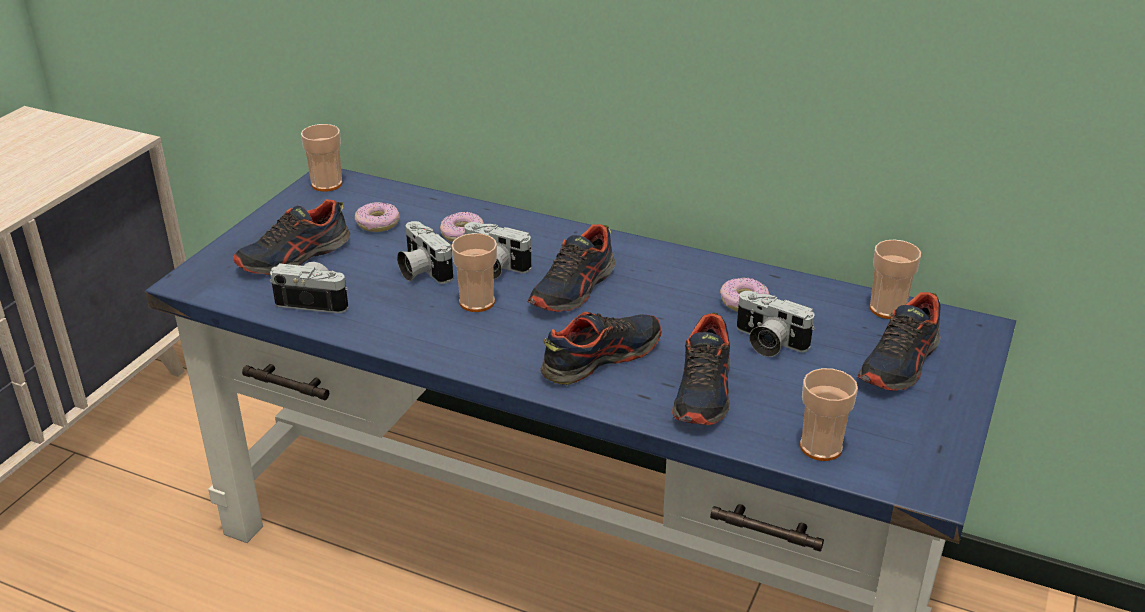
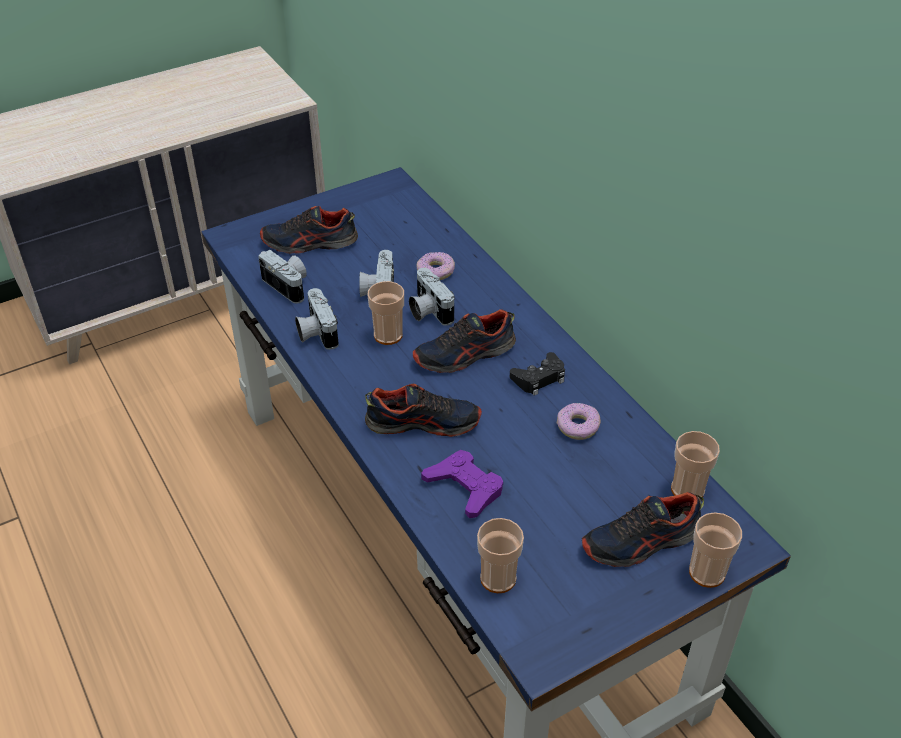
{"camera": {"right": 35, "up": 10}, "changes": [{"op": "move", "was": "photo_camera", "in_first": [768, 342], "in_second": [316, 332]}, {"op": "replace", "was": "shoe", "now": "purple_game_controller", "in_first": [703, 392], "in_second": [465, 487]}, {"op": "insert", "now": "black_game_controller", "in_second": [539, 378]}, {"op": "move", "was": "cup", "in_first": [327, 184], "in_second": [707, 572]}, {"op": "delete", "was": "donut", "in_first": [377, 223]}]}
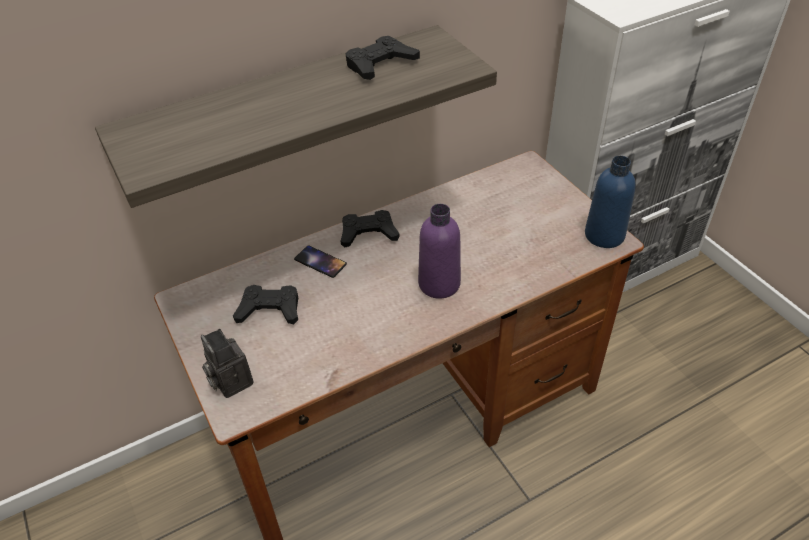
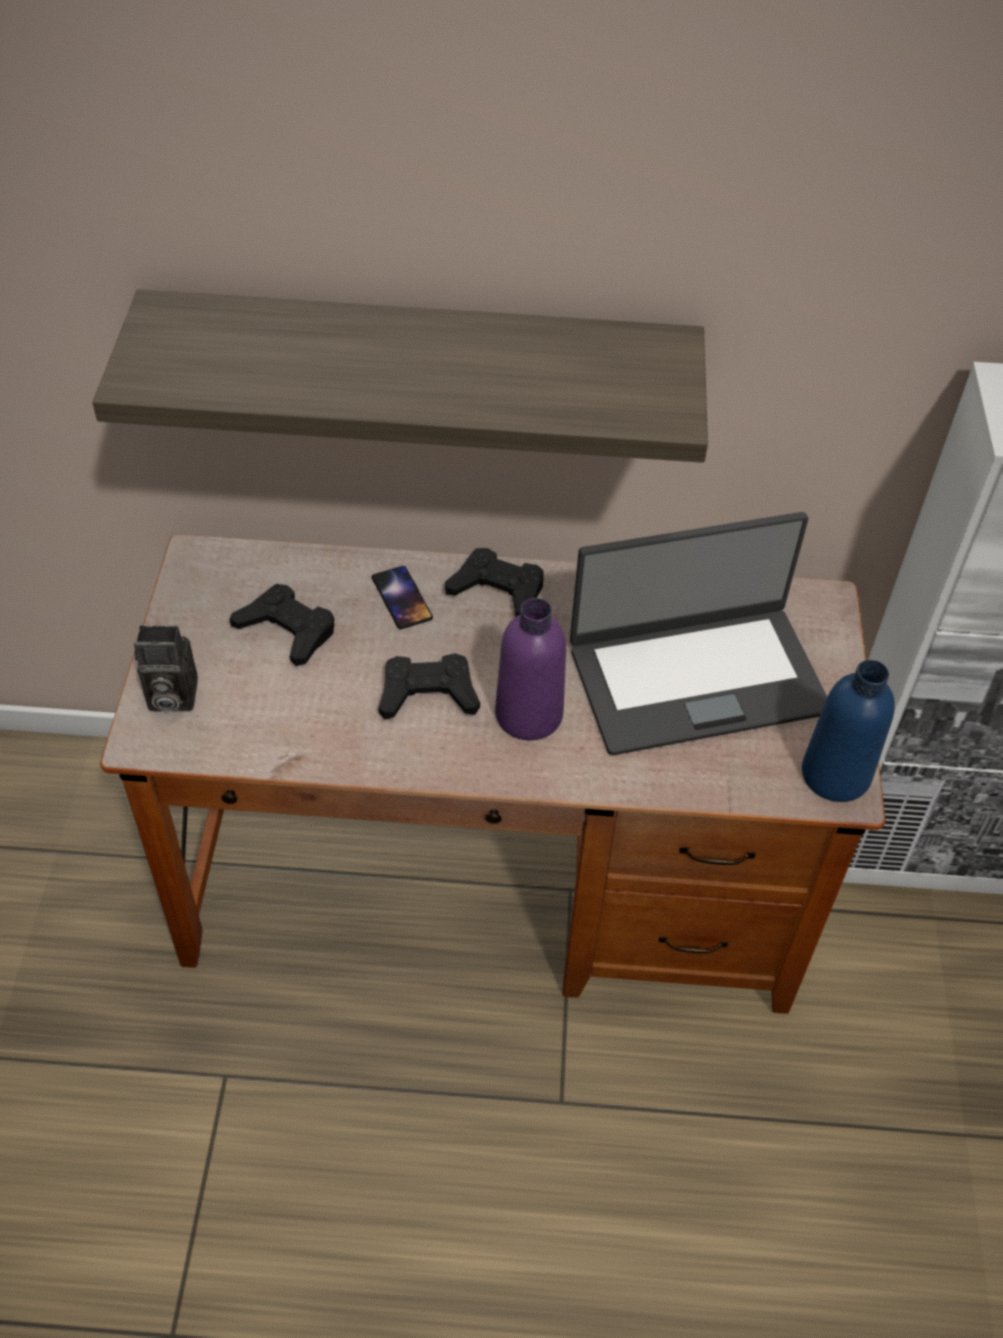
{"camera": {"right": 30, "up": 5}, "changes": [{"op": "rotate", "was": "photo_camera", "in_first": [230, 381], "in_second": [169, 697], "clockwise": -90}, {"op": "move", "was": "black_game_controller", "in_first": [380, 64], "in_second": [428, 693]}, {"op": "insert", "now": "laptop", "in_second": [696, 677]}]}
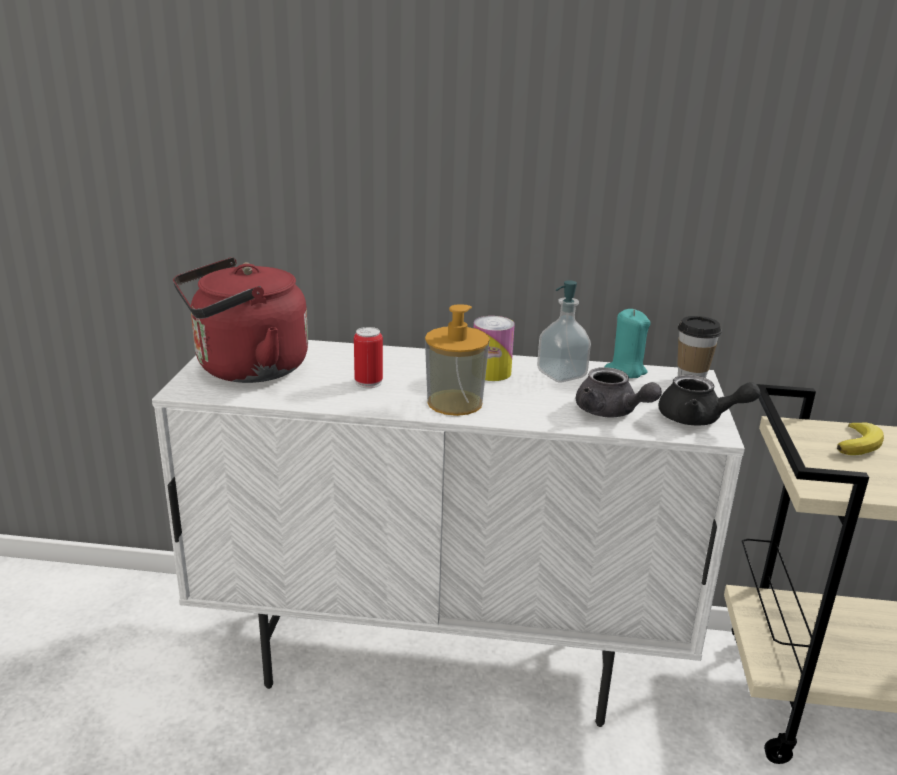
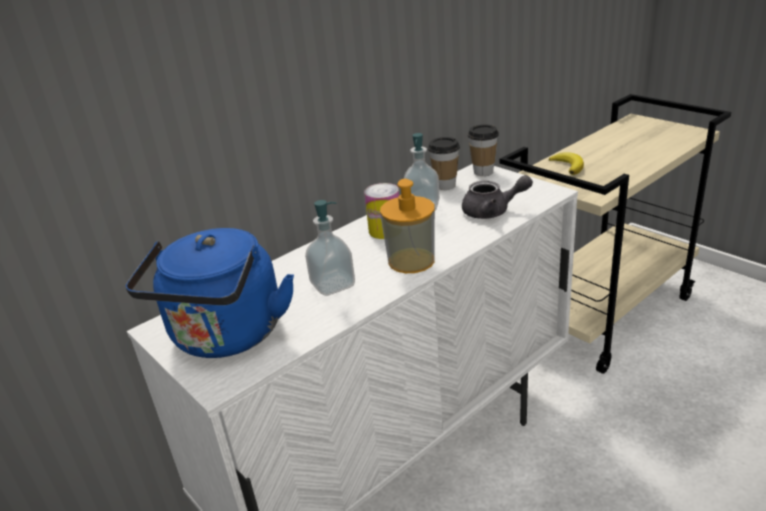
{"camera": {"right": -45, "up": 5}, "changes": [{"op": "recolor", "was": "red_kettle", "now": "blue_kettle", "in_first": [245, 369], "in_second": [226, 337]}, {"op": "replace", "was": "can", "now": "soap_dispenser", "in_first": [368, 382], "in_second": [333, 285]}, {"op": "replace", "was": "turquoise_candle", "now": "cup", "in_first": [625, 371], "in_second": [445, 186]}, {"op": "delete", "was": "black_teapot", "in_first": [698, 419]}]}
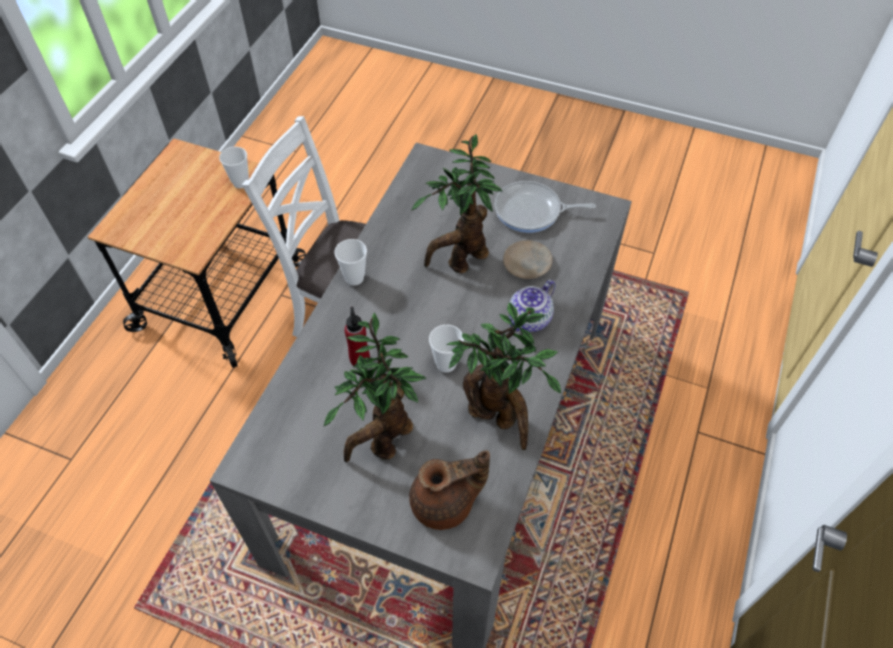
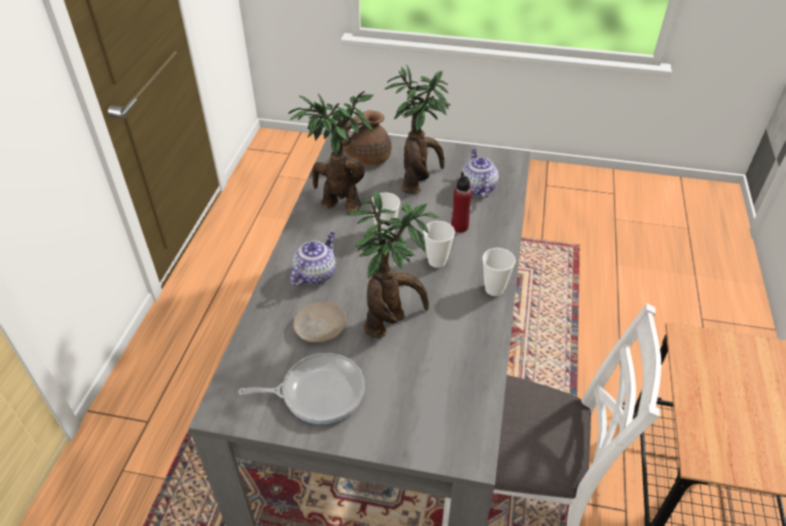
{"camera": {"right": 170, "up": -10}, "changes": [{"op": "move", "was": "cup", "in_first": [240, 182], "in_second": [437, 261]}, {"op": "insert", "now": "teapot", "in_second": [477, 188]}]}
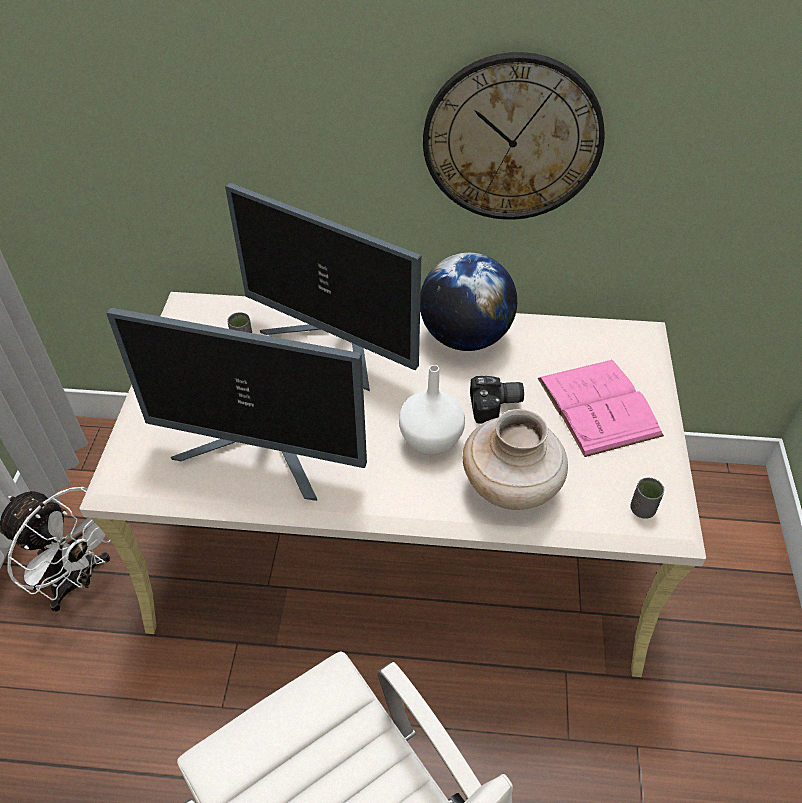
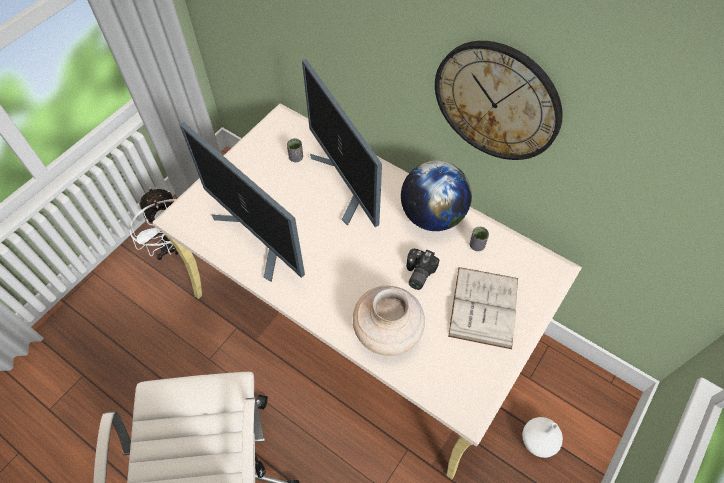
{"camera": {"right": 30, "up": 10}, "changes": [{"op": "rotate", "was": "photo_camera", "in_first": [496, 406], "in_second": [417, 273], "clockwise": 90}, {"op": "recolor", "was": "pink_book", "now": "white_book", "in_first": [598, 406], "in_second": [484, 306]}, {"op": "move", "was": "grey_cup", "in_first": [642, 509], "in_second": [476, 245]}, {"op": "move", "was": "white_vase", "in_first": [430, 440], "in_second": [537, 440]}]}
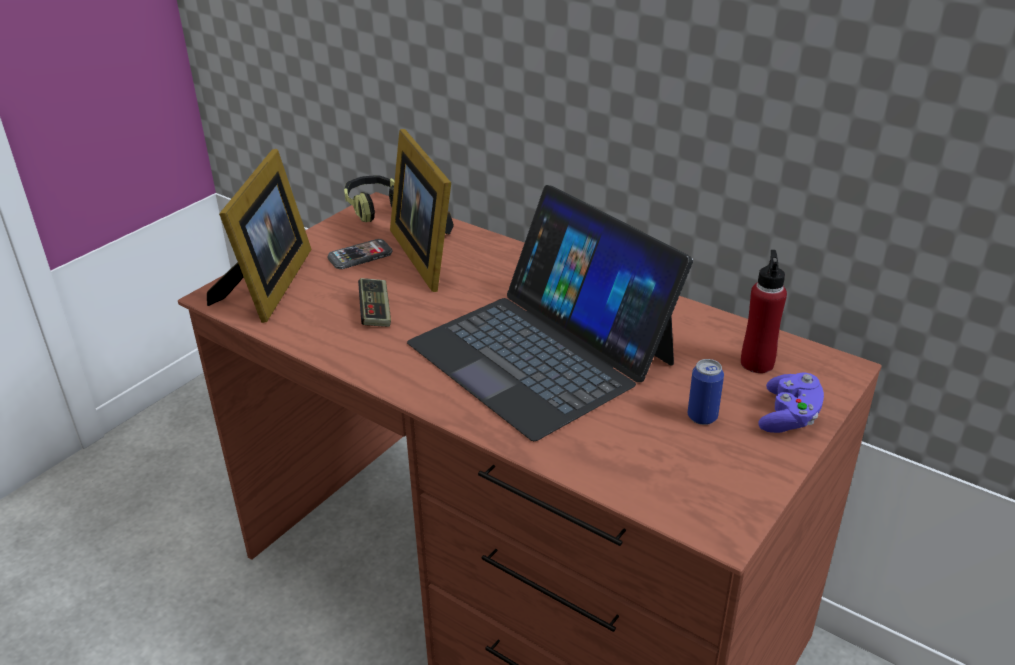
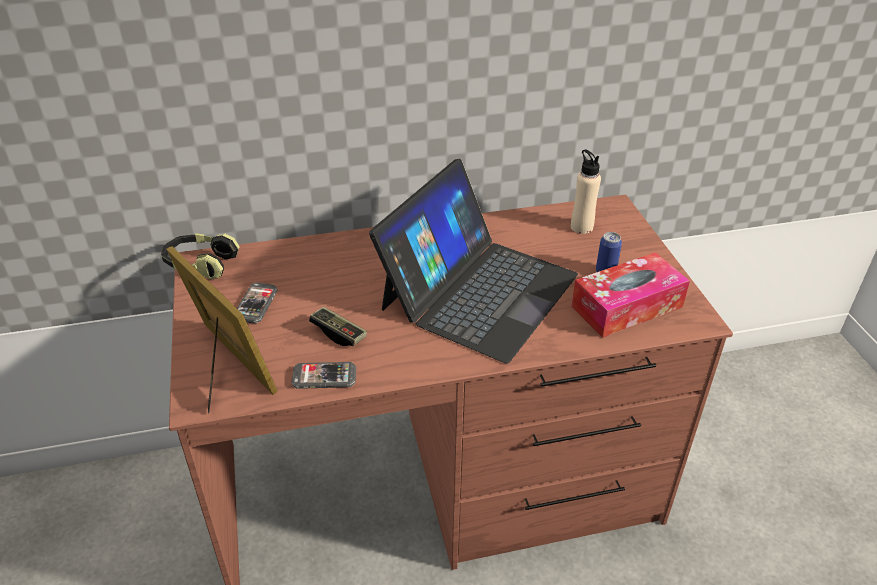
{"camera": {"right": -50, "up": 5}, "changes": [{"op": "insert", "now": "phone", "in_second": [324, 377]}, {"op": "rotate", "was": "laptop", "in_first": [542, 352], "in_second": [478, 291], "clockwise": -60}, {"op": "recolor", "was": "red_bottle", "now": "beige_bottle", "in_first": [757, 363], "in_second": [581, 227]}, {"op": "insert", "now": "tissue_box", "in_second": [627, 306]}, {"op": "delete", "was": "picture_frame", "in_first": [427, 254]}, {"op": "delete", "was": "purple_game_controller", "in_first": [789, 416]}]}
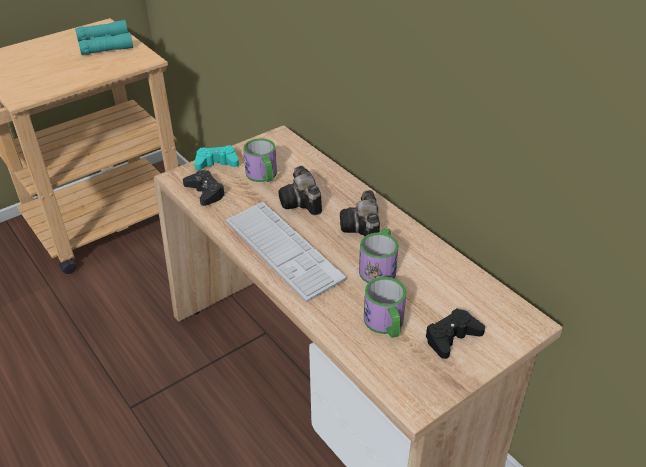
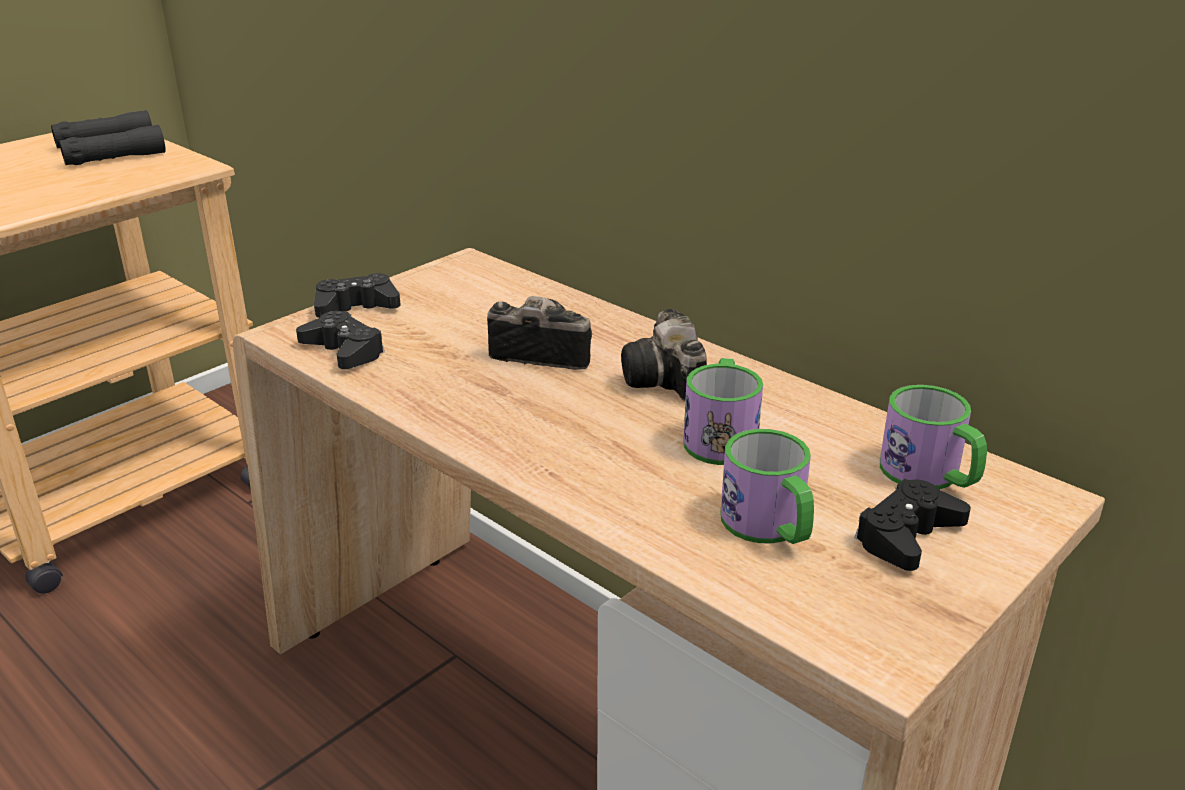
{"camera": {"right": -10, "up": -10}, "changes": [{"op": "recolor", "was": "turquoise_binoculars", "now": "black_binoculars", "in_first": [105, 44], "in_second": [110, 151]}, {"op": "recolor", "was": "turquoise_game_controller", "now": "black_game_controller", "in_first": [217, 163], "in_second": [356, 307]}, {"op": "rotate", "was": "photo_camera", "in_first": [302, 203], "in_second": [538, 353], "clockwise": 135}, {"op": "move", "was": "mug", "in_first": [263, 176], "in_second": [930, 475]}, {"op": "delete", "was": "keyboard", "in_first": [283, 250]}]}
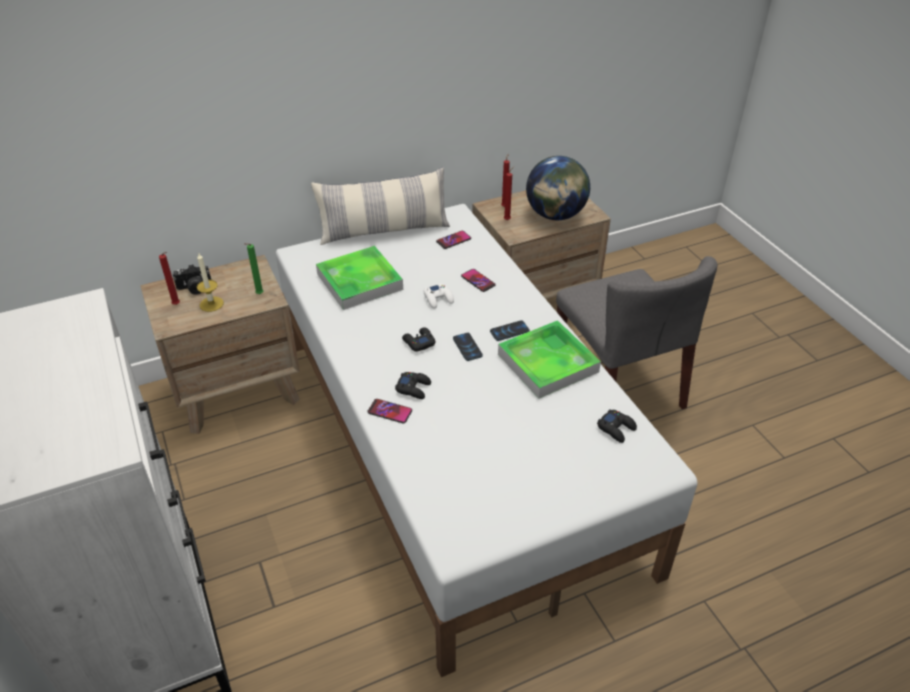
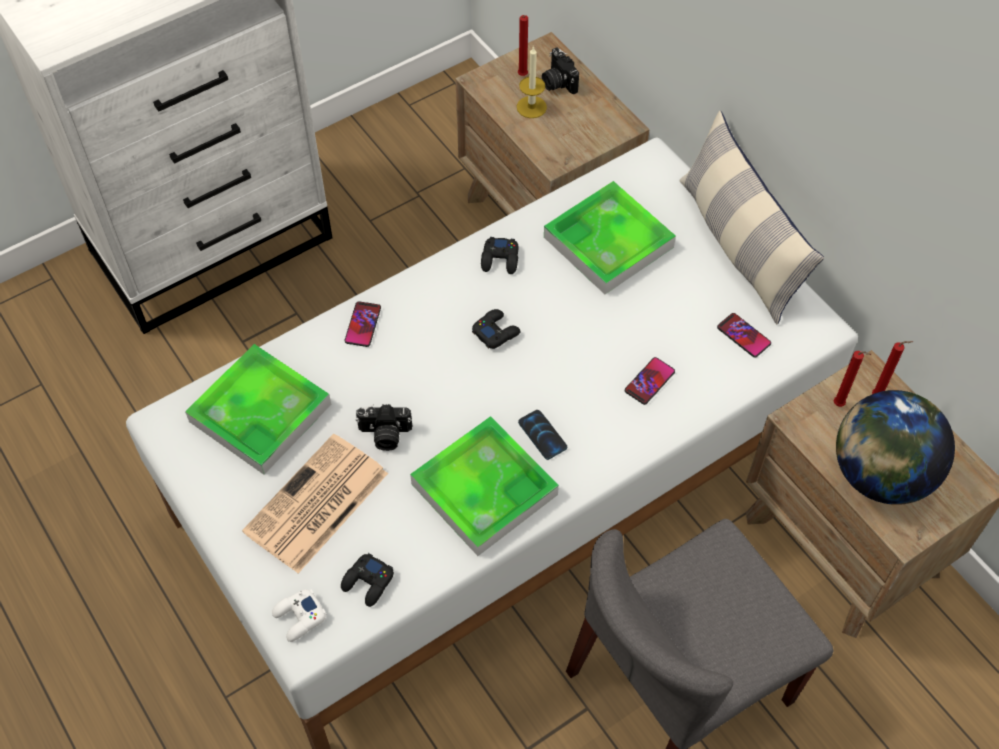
{"camera": {"right": 80, "up": 15}, "changes": [{"op": "insert", "now": "tray", "in_second": [260, 413]}, {"op": "insert", "now": "newspaper", "in_second": [316, 505]}, {"op": "move", "was": "white_game_controller", "in_first": [438, 299], "in_second": [299, 617]}, {"op": "insert", "now": "photo_camera", "in_second": [385, 435]}, {"op": "move", "was": "black_game_controller", "in_first": [413, 388], "in_second": [500, 259]}, {"op": "delete", "was": "green_candle", "in_first": [258, 294]}, {"op": "delete", "was": "phone", "in_first": [467, 347]}]}
